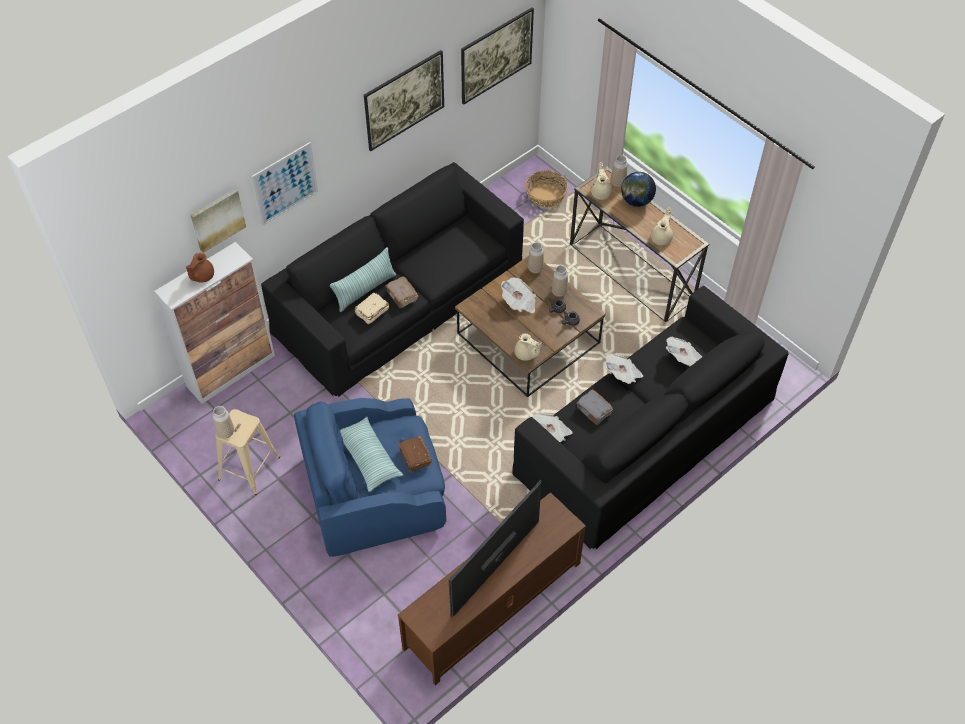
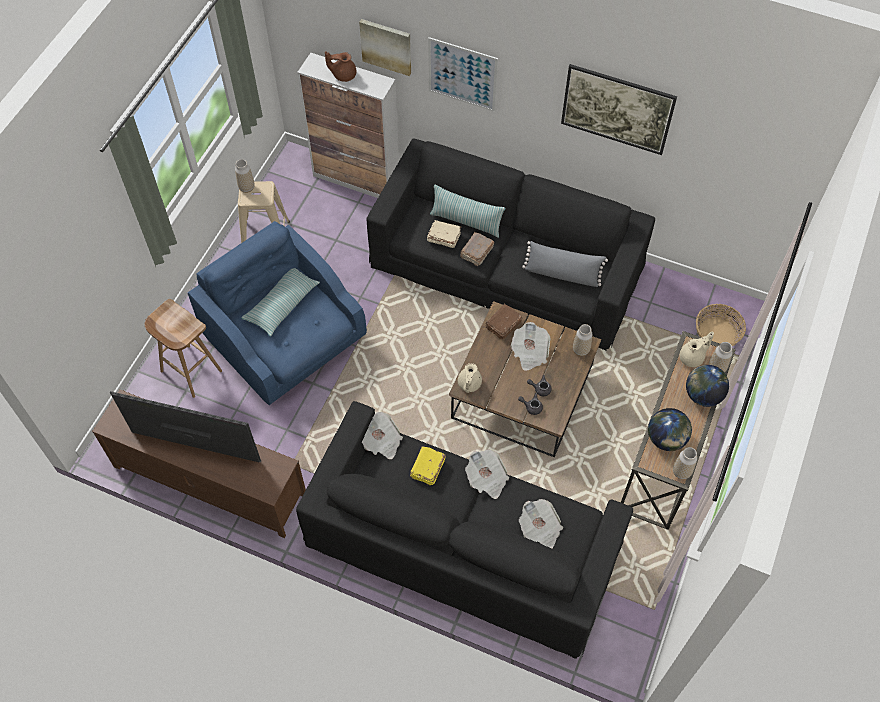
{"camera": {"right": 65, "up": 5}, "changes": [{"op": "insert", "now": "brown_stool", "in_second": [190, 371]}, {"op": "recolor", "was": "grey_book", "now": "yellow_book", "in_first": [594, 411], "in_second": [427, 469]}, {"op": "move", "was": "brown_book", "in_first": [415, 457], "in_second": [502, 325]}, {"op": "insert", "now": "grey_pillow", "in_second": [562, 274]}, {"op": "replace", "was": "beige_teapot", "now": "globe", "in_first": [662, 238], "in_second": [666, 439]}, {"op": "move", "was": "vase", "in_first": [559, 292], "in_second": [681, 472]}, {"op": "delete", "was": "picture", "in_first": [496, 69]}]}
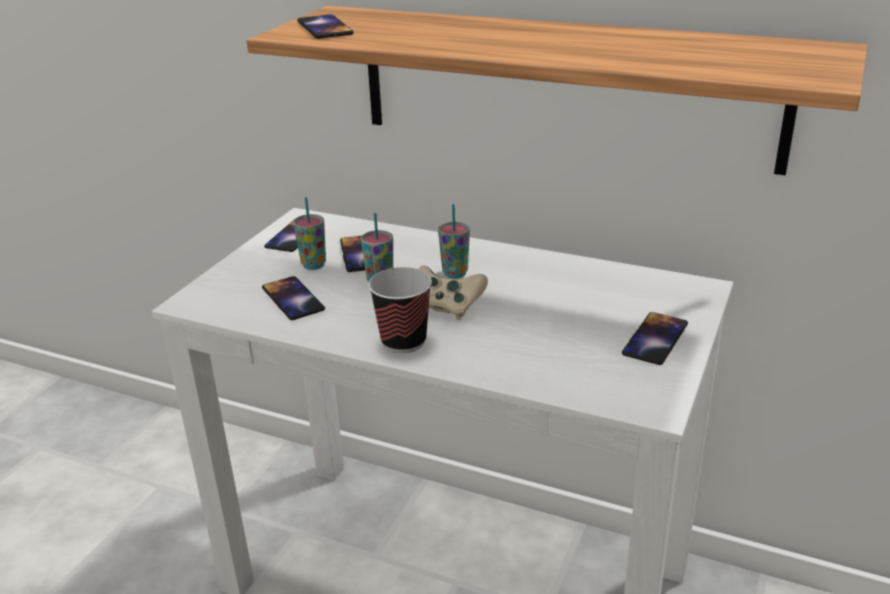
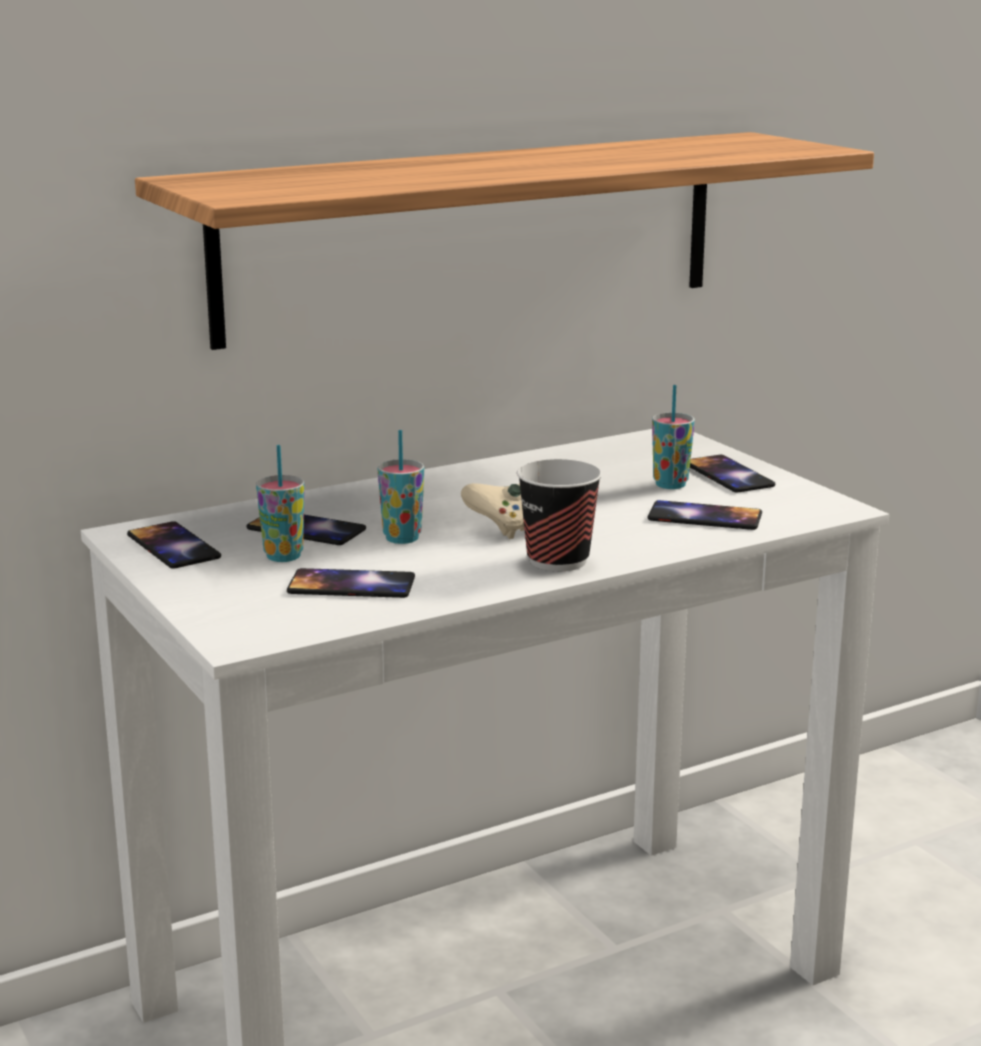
{"camera": {"right": -55, "up": -10}, "changes": [{"op": "move", "was": "phone", "in_first": [325, 28], "in_second": [704, 517]}, {"op": "move", "was": "cup", "in_first": [455, 273], "in_second": [670, 484]}]}
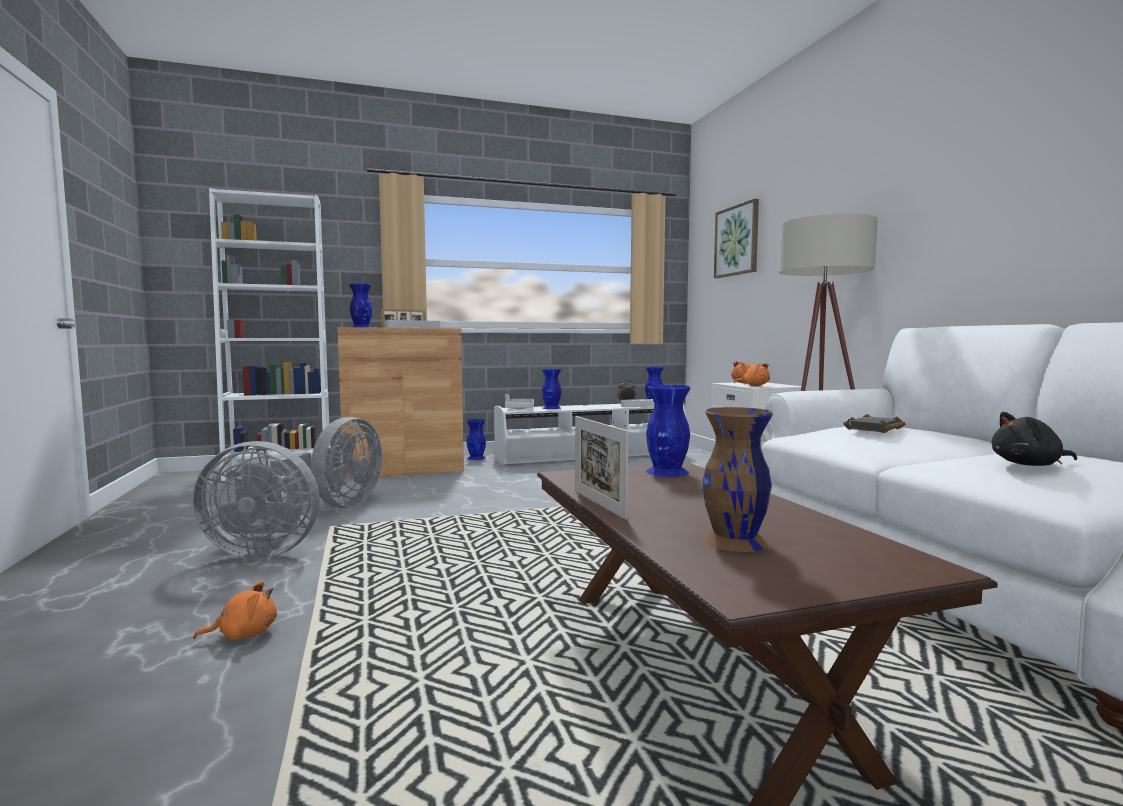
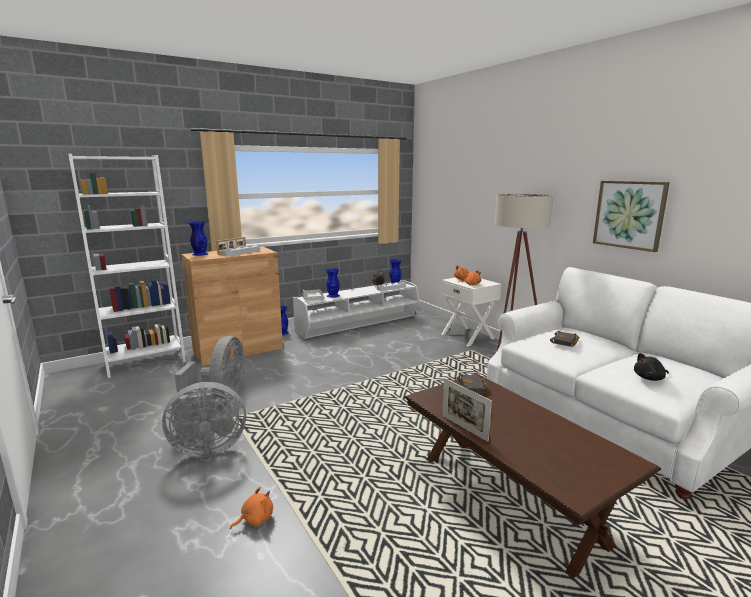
{"camera": {"right": -15, "up": 10}, "changes": [{"op": "replace", "was": "blue_vase", "now": "black_book", "in_first": [667, 472], "in_second": [473, 387]}, {"op": "move", "was": "picture", "in_first": [737, 240], "in_second": [629, 214]}, {"op": "delete", "was": "brown_vase", "in_first": [733, 541]}]}
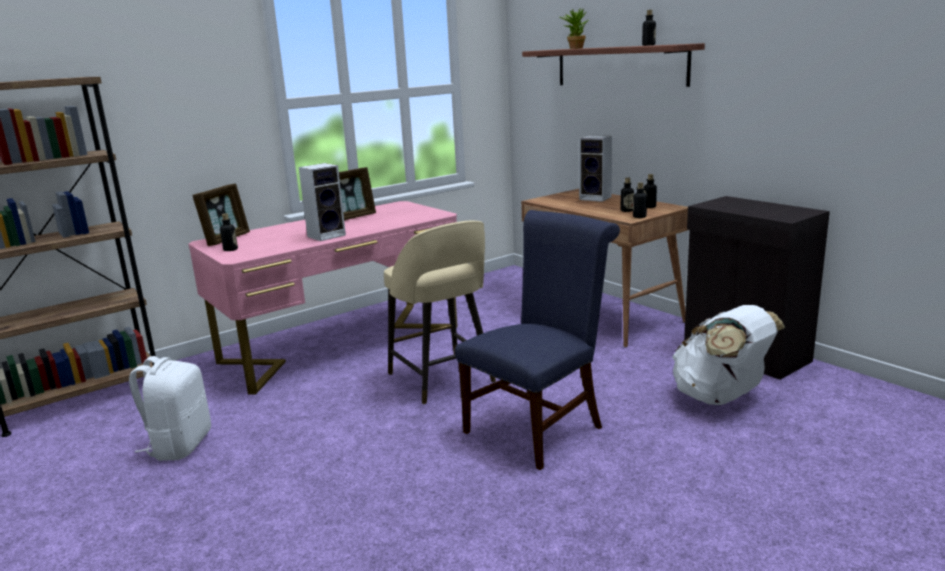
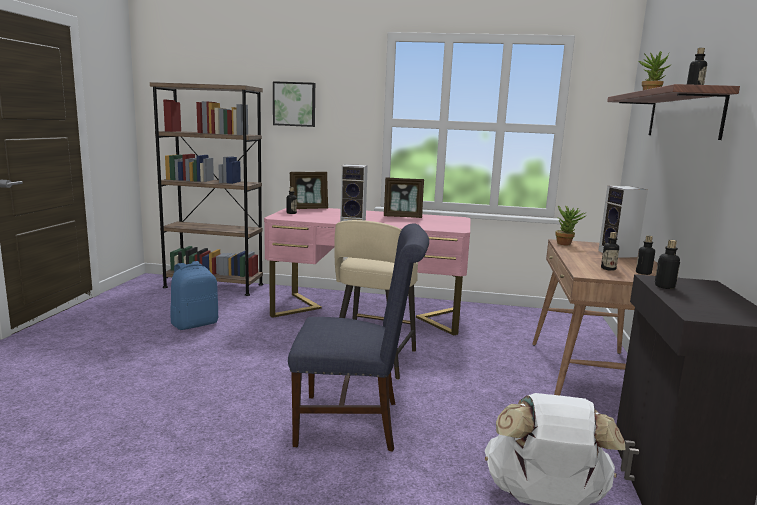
{"camera": {"right": 45, "up": -5}, "changes": [{"op": "recolor", "was": "white_backpack", "now": "blue_backpack", "in_first": [179, 445], "in_second": [195, 324]}, {"op": "insert", "now": "picture", "in_second": [294, 104]}, {"op": "insert", "now": "potted_plant", "in_second": [566, 244]}, {"op": "move", "was": "bottle", "in_first": [639, 217], "in_second": [664, 286]}]}
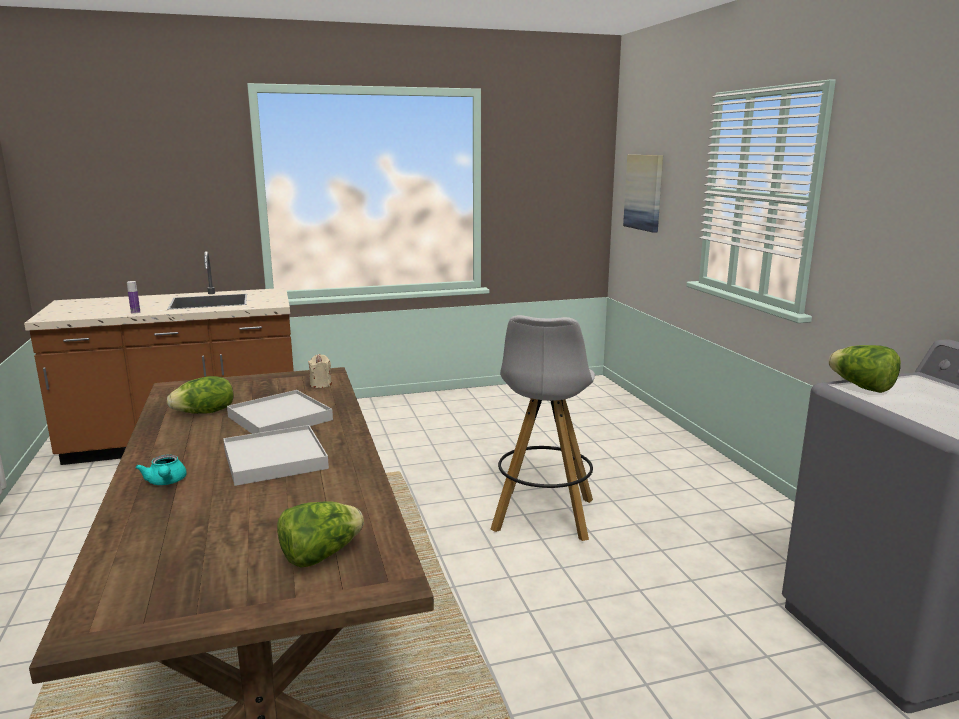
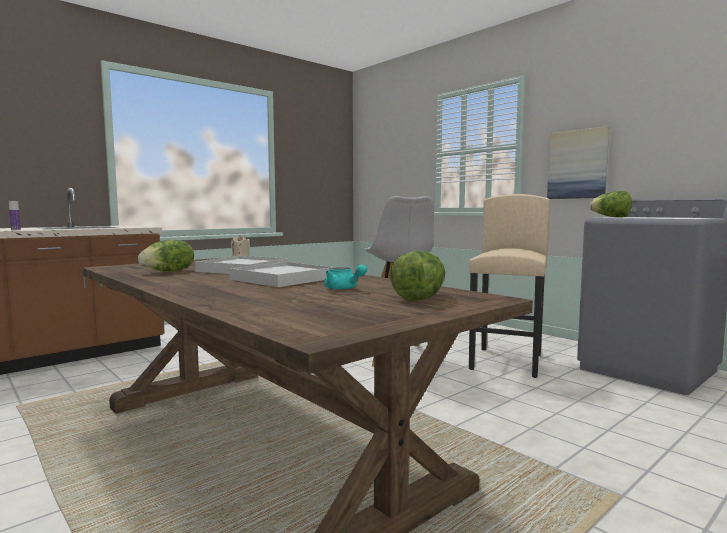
{"camera": {"right": -25, "up": -10}, "changes": [{"op": "move", "was": "turquoise_teapot", "in_first": [166, 482], "in_second": [343, 289]}, {"op": "insert", "now": "beige_stool", "in_second": [507, 362]}, {"op": "move", "was": "picture", "in_first": [644, 192], "in_second": [577, 164]}]}
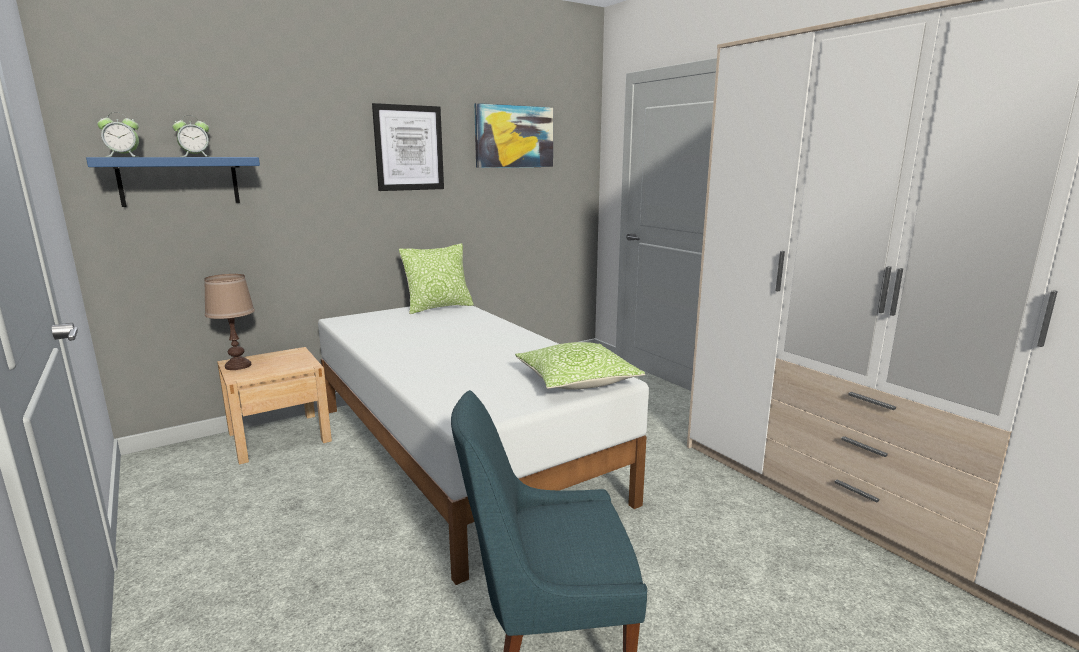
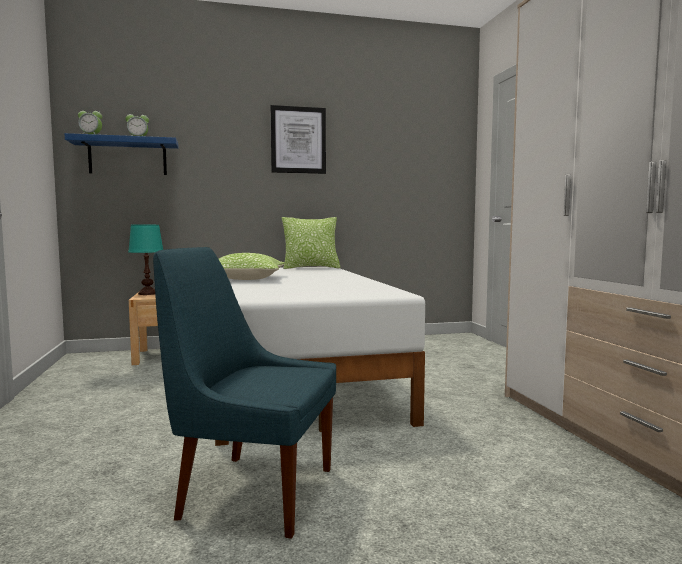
{"camera": {"right": 20, "up": -10}, "changes": [{"op": "recolor", "was": "brown_table_lamp", "now": "turquoise_table_lamp", "in_first": [238, 366], "in_second": [148, 293]}, {"op": "move", "was": "pillow", "in_first": [576, 381], "in_second": [247, 278]}, {"op": "delete", "was": "picture", "in_first": [514, 136]}]}
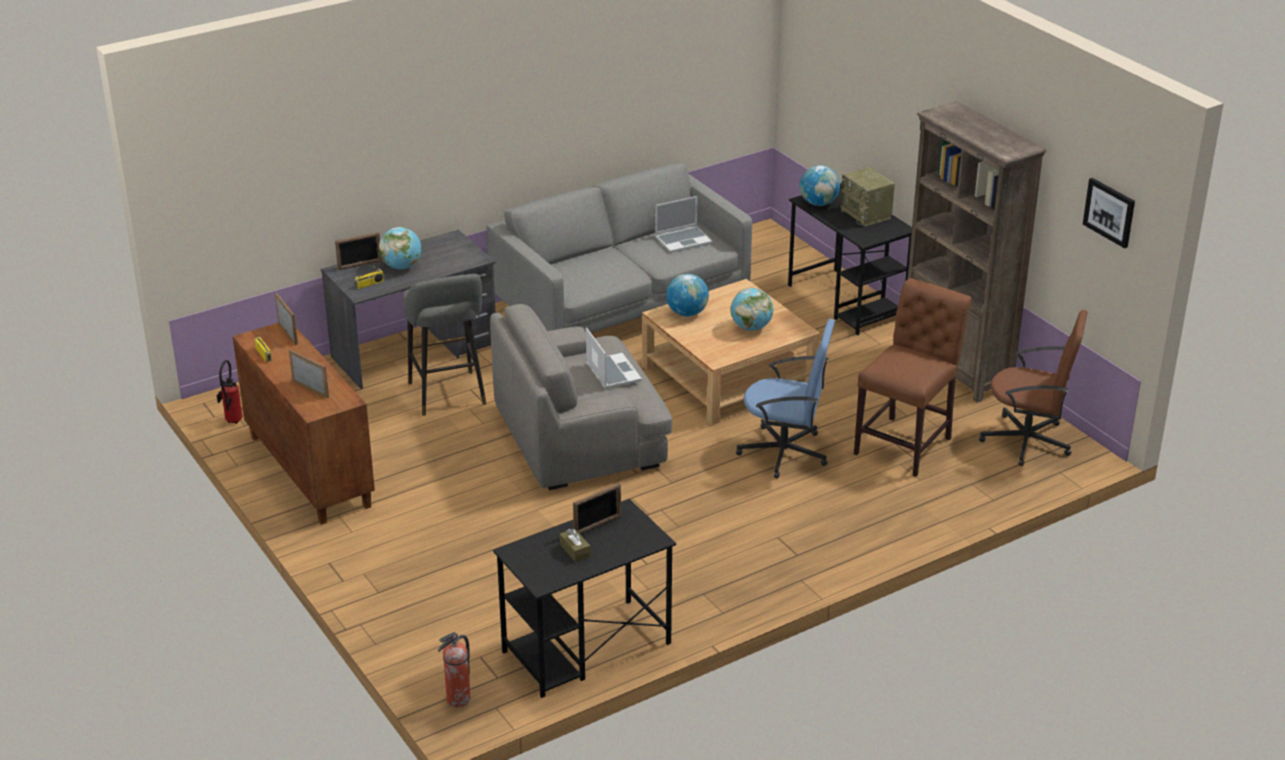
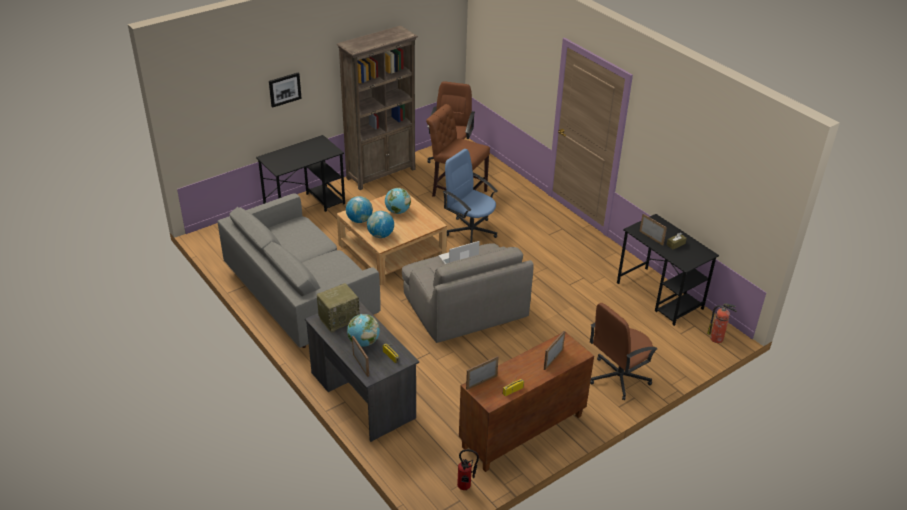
{"camera": {"right": -95, "up": 5}, "changes": [{"op": "move", "was": "picture", "in_first": [1109, 212], "in_second": [284, 89]}, {"op": "move", "was": "radio", "in_first": [866, 214], "in_second": [339, 319]}, {"op": "move", "was": "globe", "in_first": [818, 203], "in_second": [359, 220]}, {"op": "rotate", "was": "blue_office_chair", "in_first": [785, 452], "in_second": [470, 231], "clockwise": -60}, {"op": "insert", "now": "brown_office_chair", "in_second": [618, 377]}, {"op": "delete", "was": "grey_stool", "in_first": [448, 396]}, {"op": "delete", "was": "laptop", "in_first": [683, 240]}]}
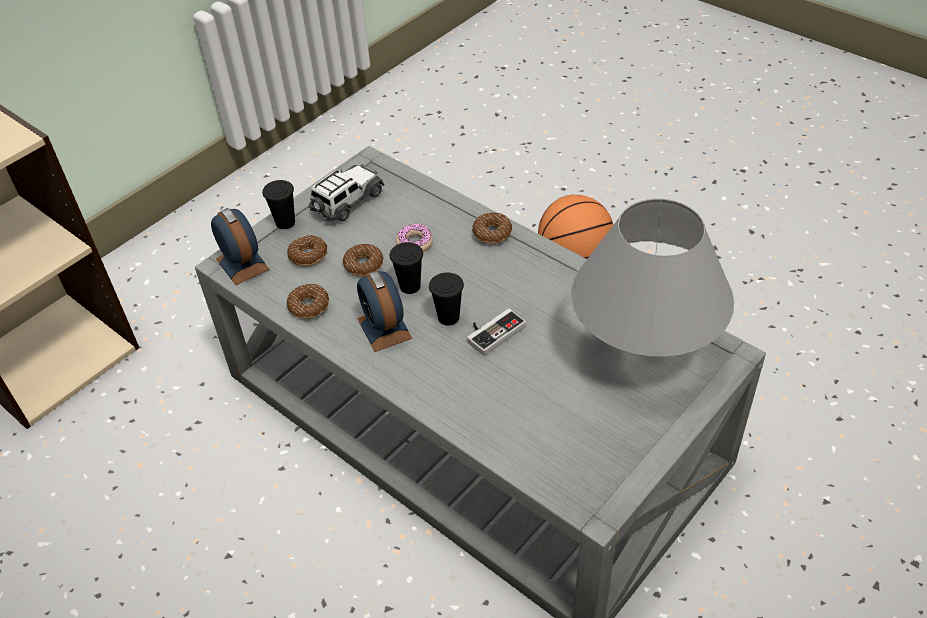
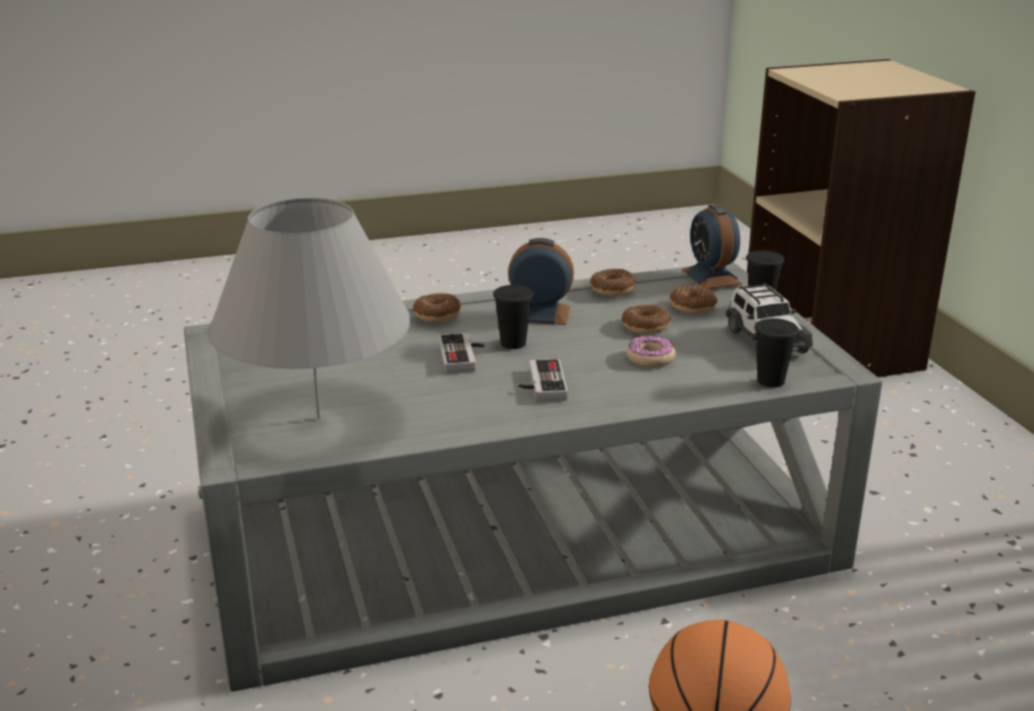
{"camera": {"right": 120, "up": -20}, "changes": [{"op": "move", "was": "donut", "in_first": [492, 233], "in_second": [437, 315]}, {"op": "insert", "now": "game_controller", "in_second": [540, 385]}, {"op": "rotate", "was": "alarm_clock", "in_first": [242, 264], "in_second": [711, 277], "clockwise": 75}, {"op": "move", "was": "black_cup", "in_first": [410, 286], "in_second": [770, 381]}]}
